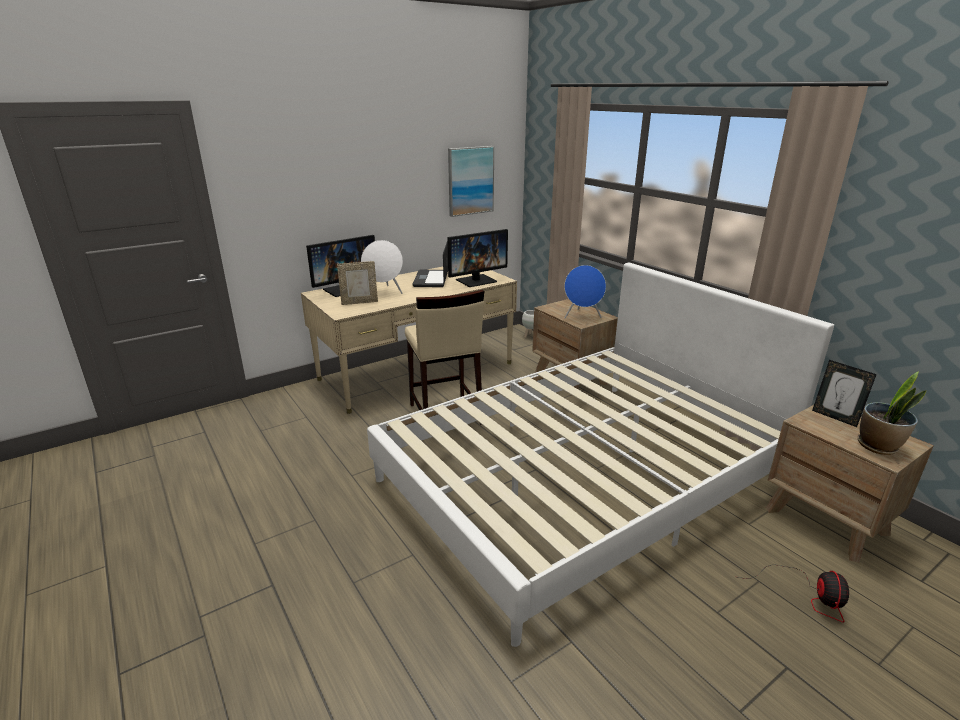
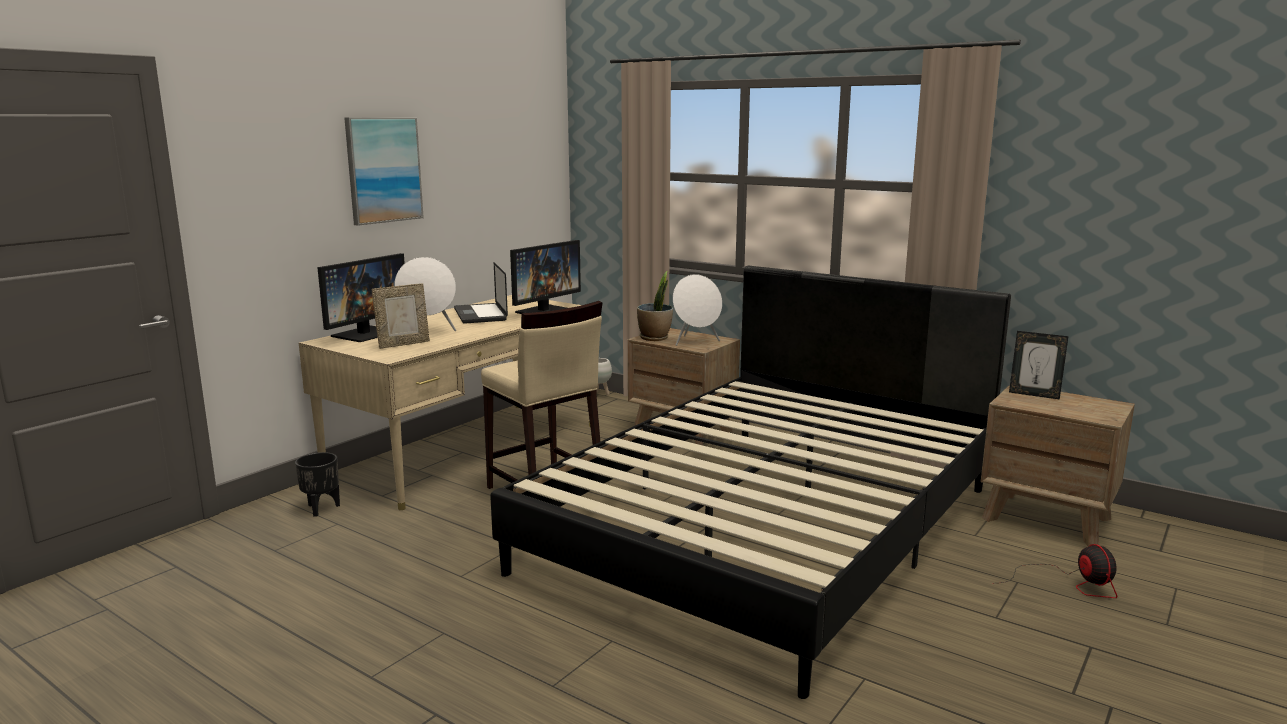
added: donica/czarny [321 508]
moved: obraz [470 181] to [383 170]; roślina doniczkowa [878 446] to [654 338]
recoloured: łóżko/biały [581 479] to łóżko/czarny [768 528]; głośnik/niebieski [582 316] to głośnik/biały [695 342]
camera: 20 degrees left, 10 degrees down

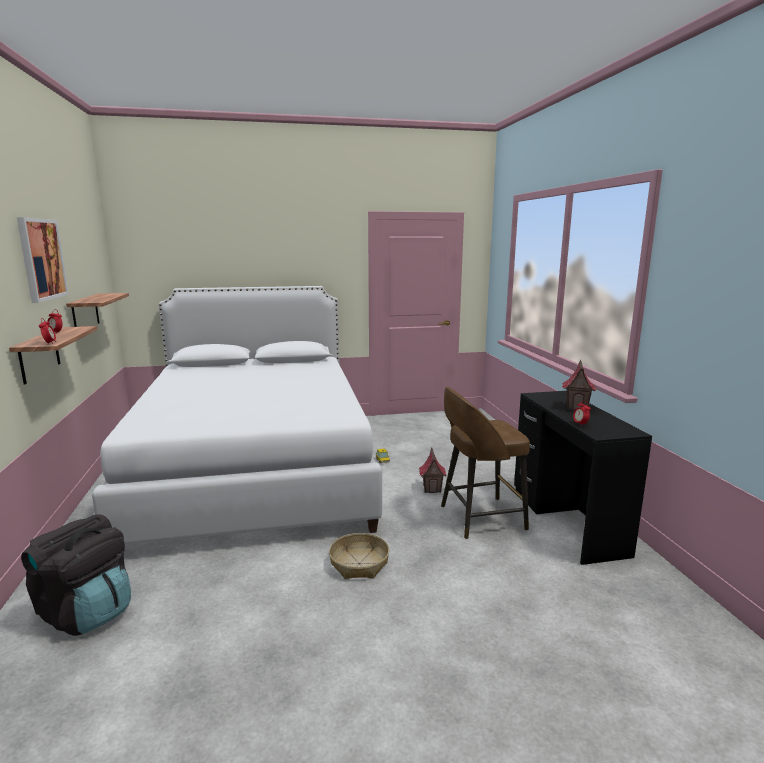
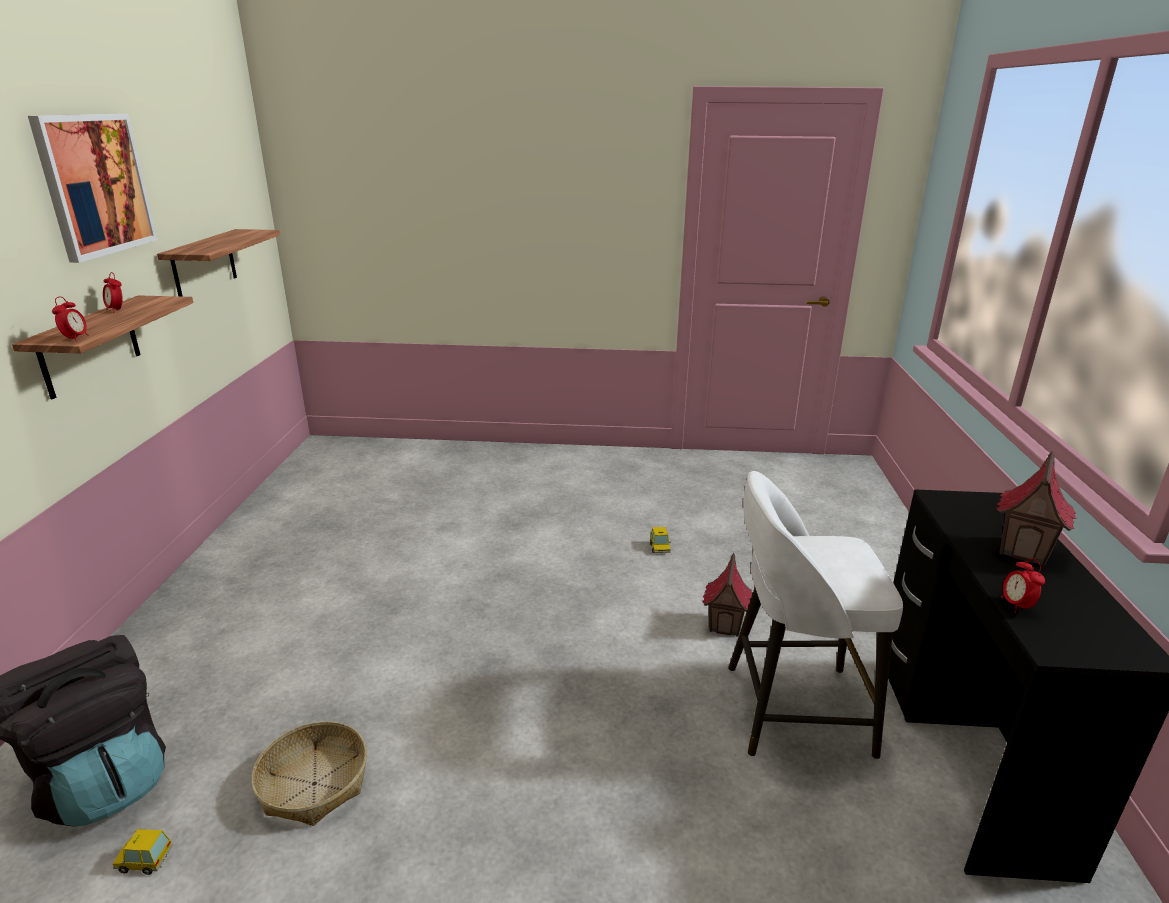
removed: łóżko/biały [255 470]
added: samochodzik [144 860]
moved: koszyk [359 563] to [315 783]
recoloured: stołek/brązowy [479 517] to stołek/biały [792 709]
camera: 15 degrees right, 10 degrees up

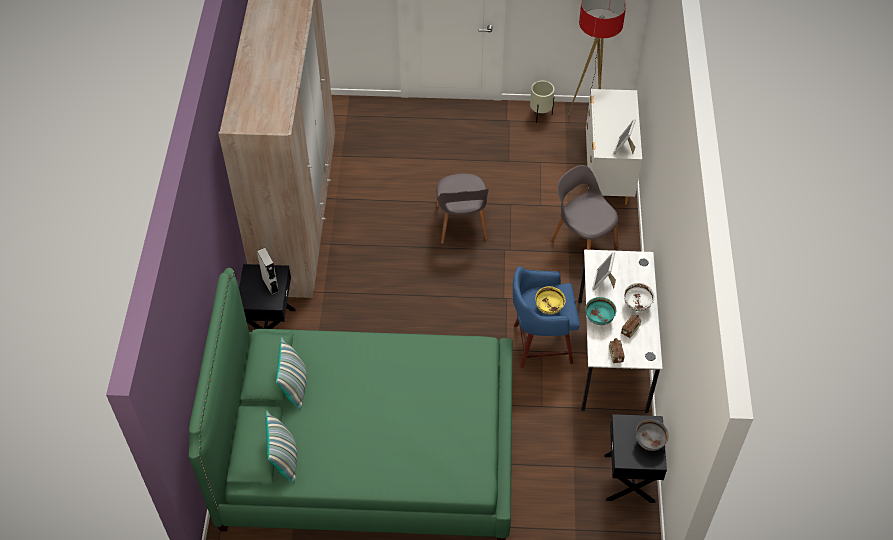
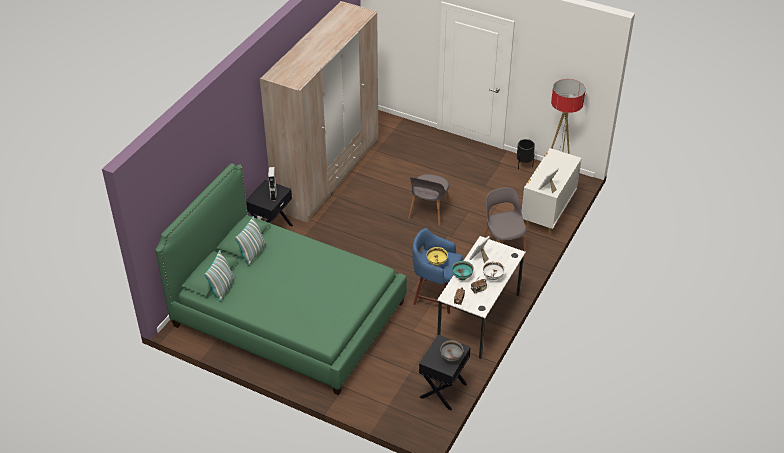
recoloured: donica/beżowy [540 115] to donica/czarny [524 165]
camera: 25 degrees right, 10 degrees down

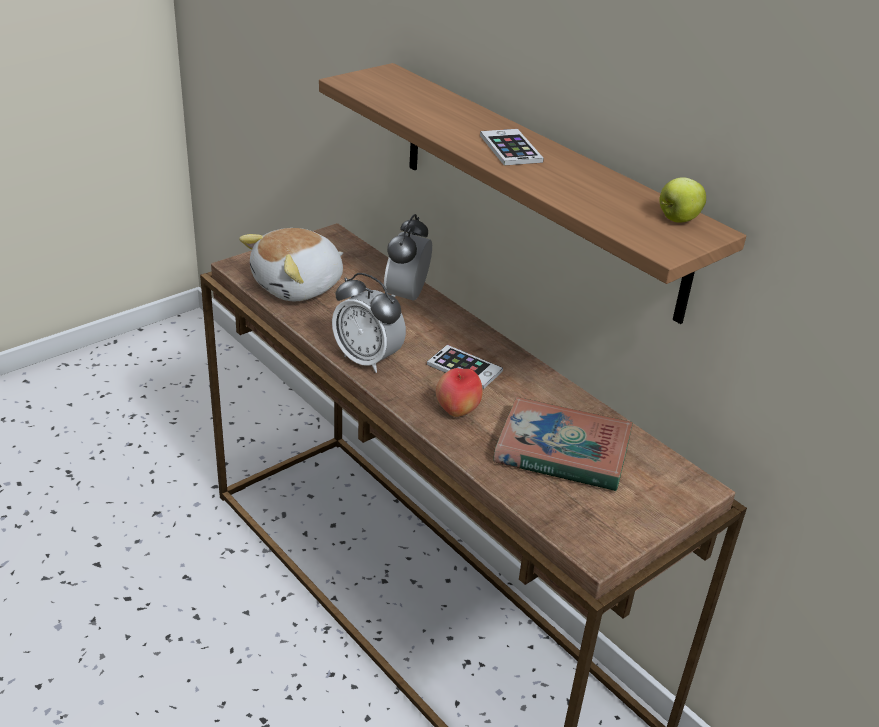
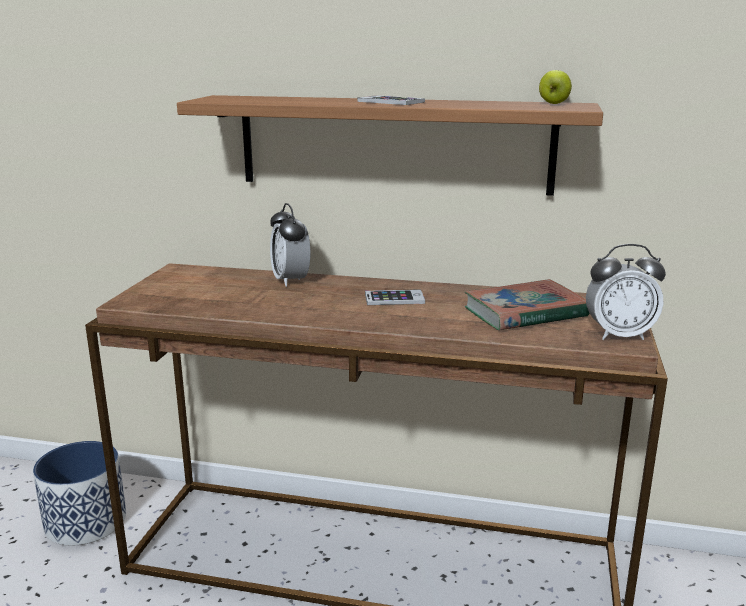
removed: pluszak [299 286]; jabłko [457 411]
added: donica [86 522]
moved: budzik [367 359] to [619 335]
camera: 35 degrees left, 15 degrees down

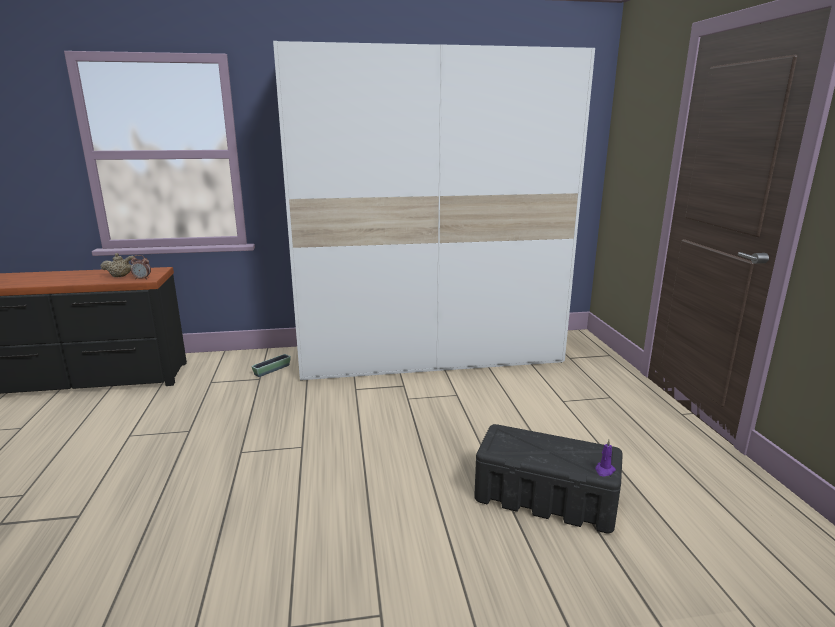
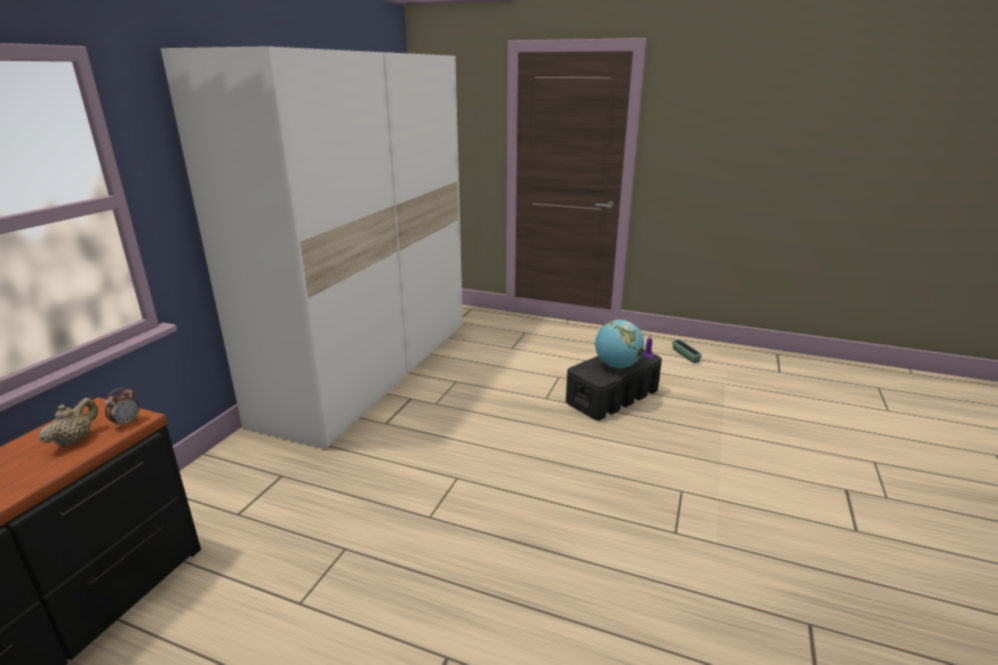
added: globus [617 366]
moved: donica [272 370] to [685 355]
camera: 60 degrees left, 5 degrees up

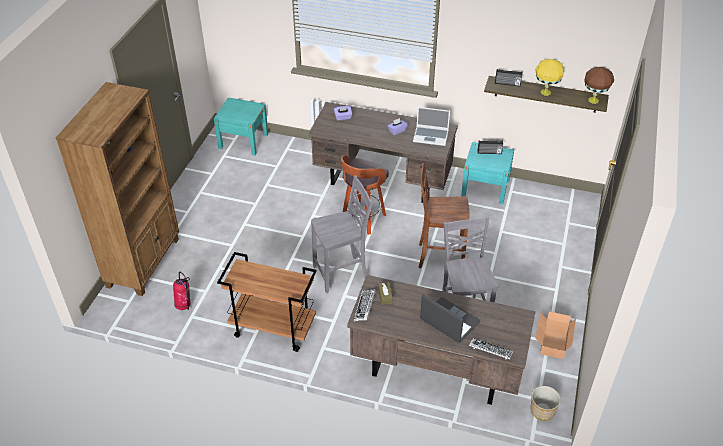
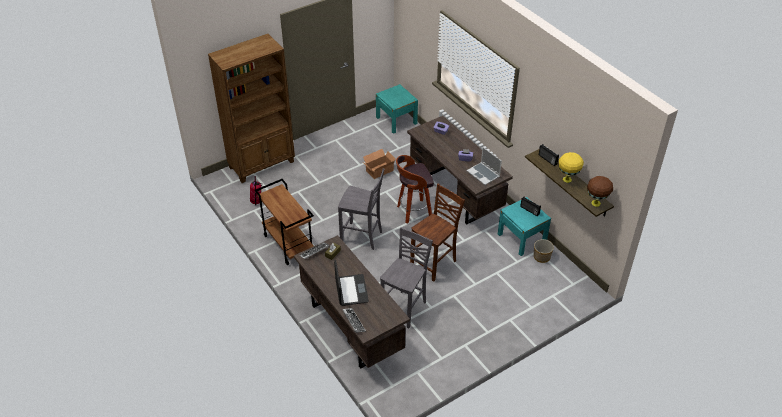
moved: donica [542 410] to [542 257]; karton [552 343] to [378 170]
turned: krzesło/brązowy [439 256] = [435 263] 90 degrees clockwise
camera: 40 degrees right, 0 degrees up

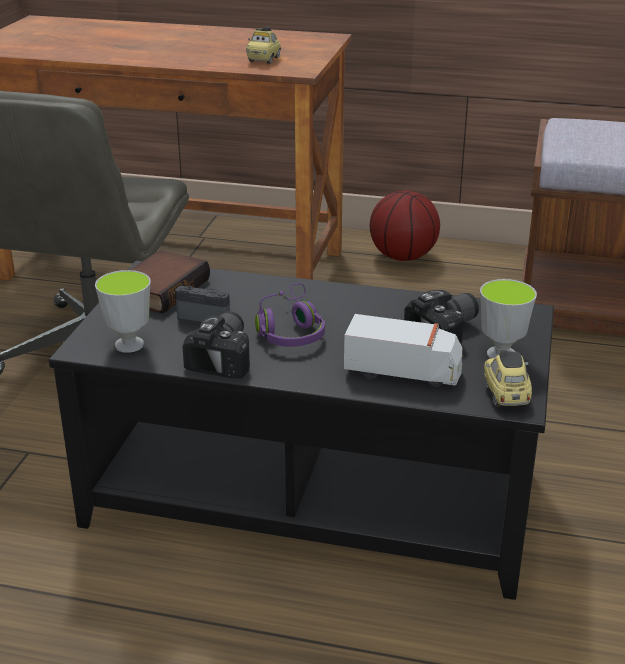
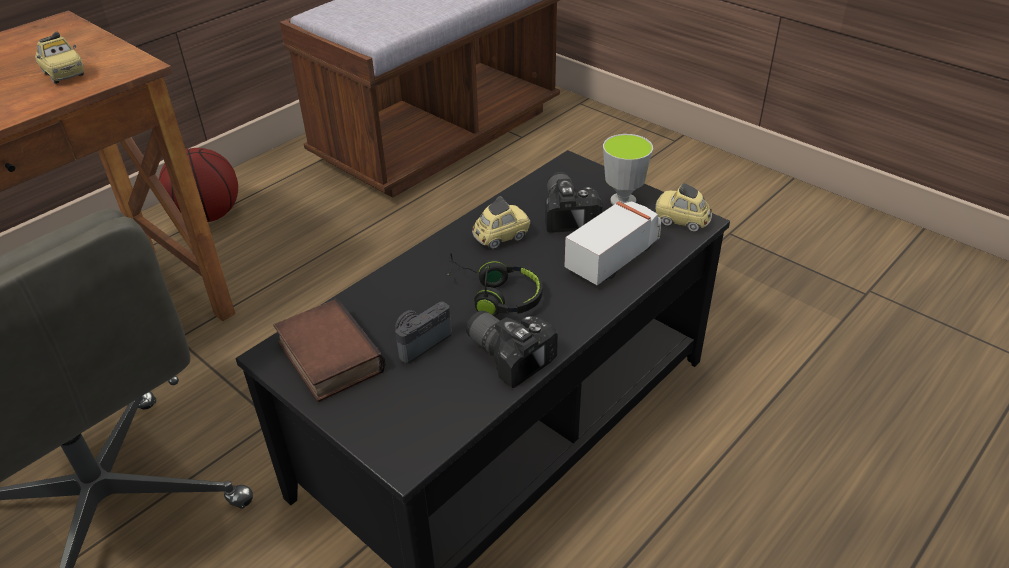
removed: filiżanka [129 345]
added: samochodzik [501 237]
recoloured: słuchawki/fioletowy [290 330] to słuchawki/czarny [494 295]
camera: 60 degrees left, 10 degrees up

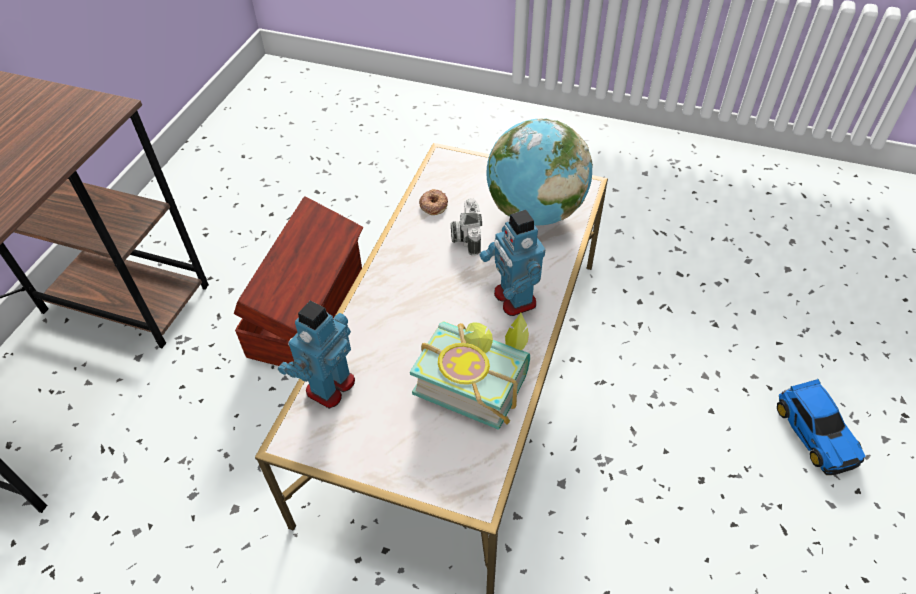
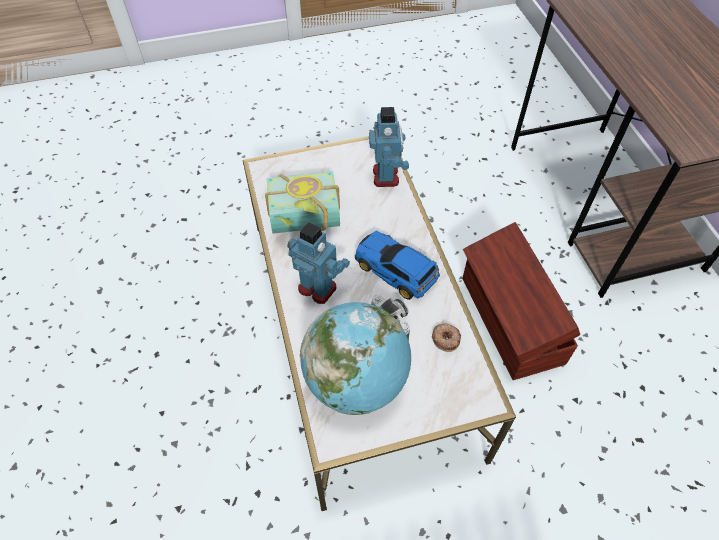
moved: samochodzik [815 431] to [397 271]
camera: 145 degrees right, 5 degrees up

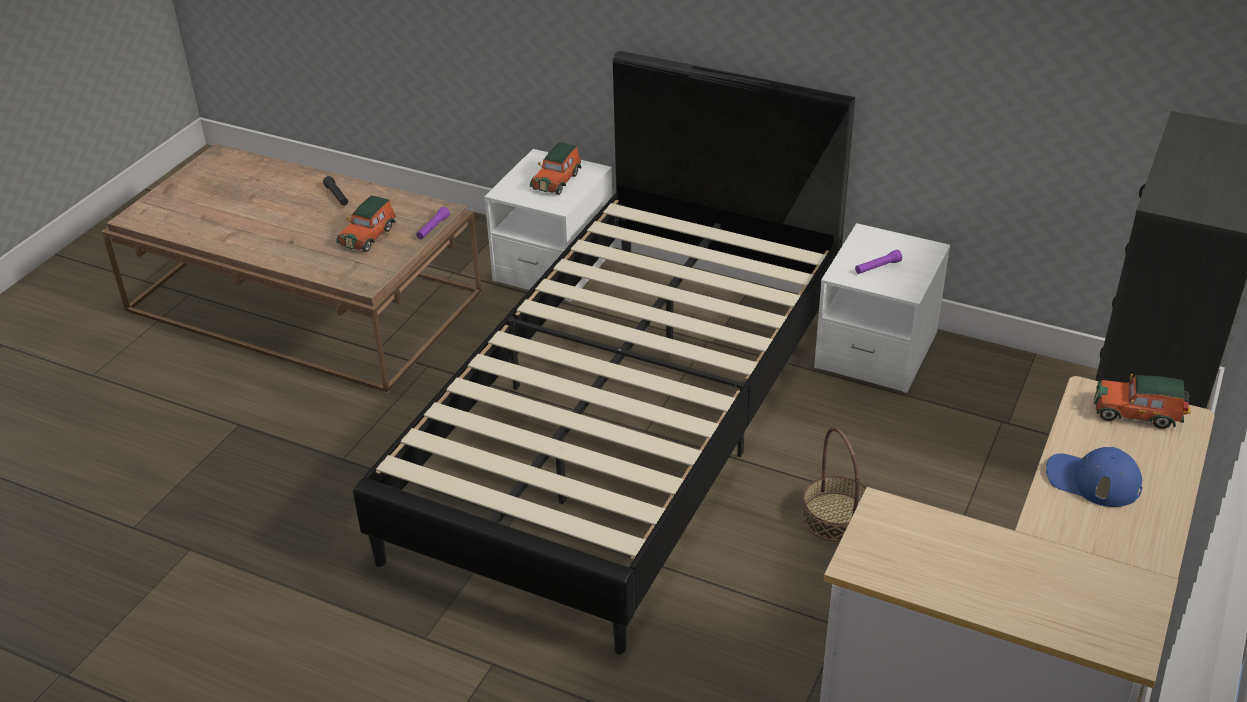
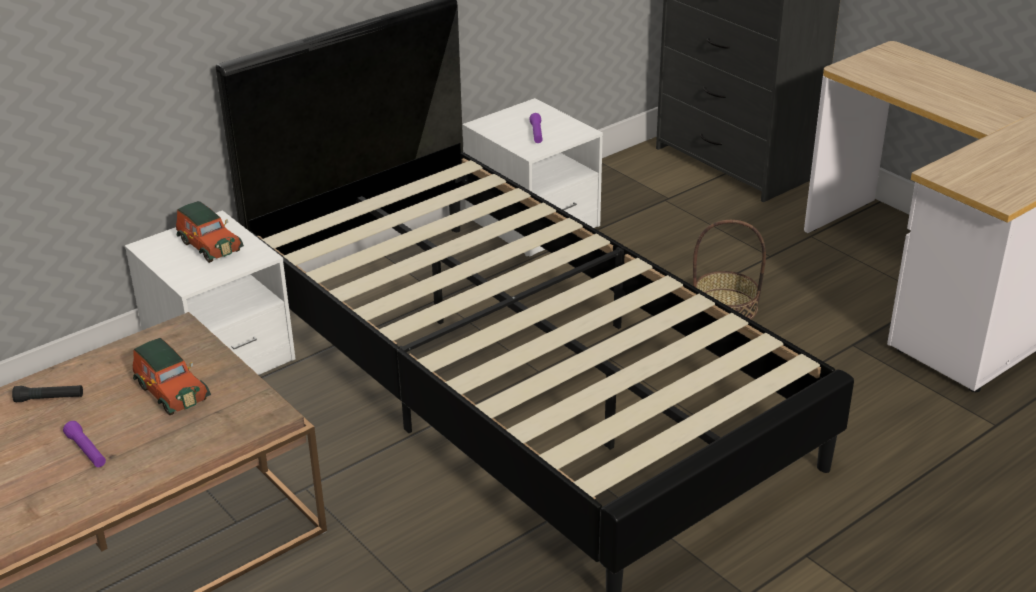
removed: czapka z daszkiem/niebieski [1092 480]; samochodzik [1138 413]
moved: latarka/fioletowy [433 228] to [86 451]
camera: 65 degrees left, 5 degrees down

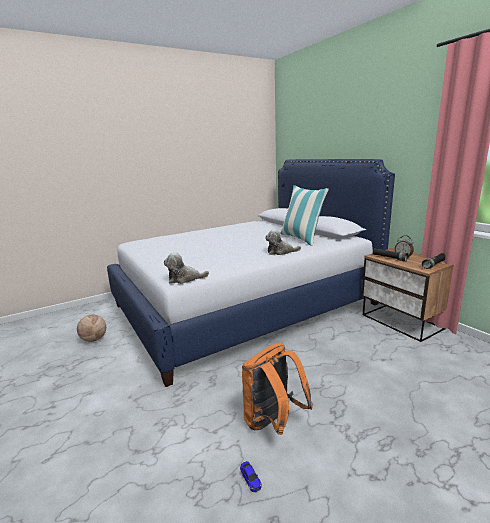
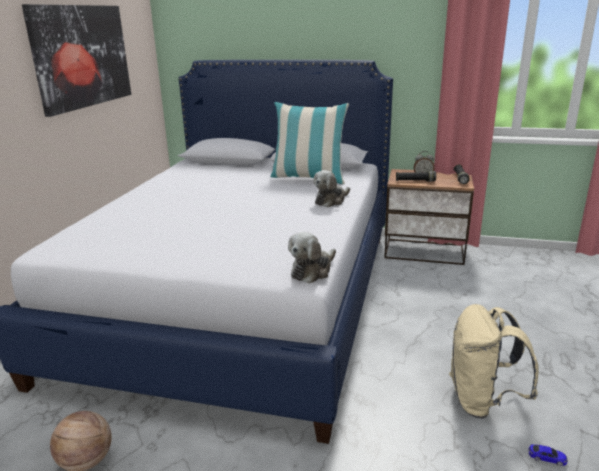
added: obraz [82 56]
recoloured: plecak/pomarańczowy [272 422] to plecak/beżowy [482 401]
camera: 45 degrees left, 5 degrees up

